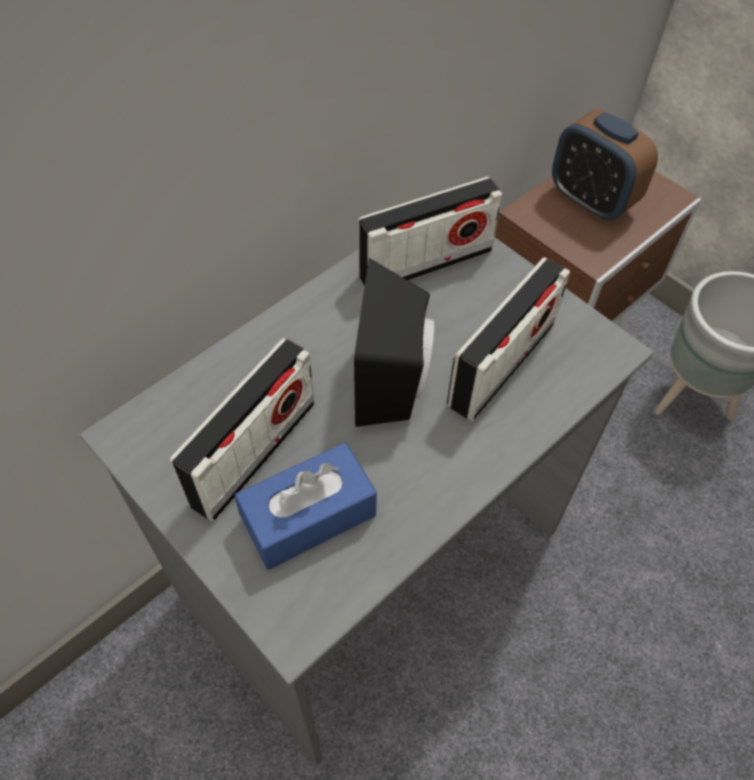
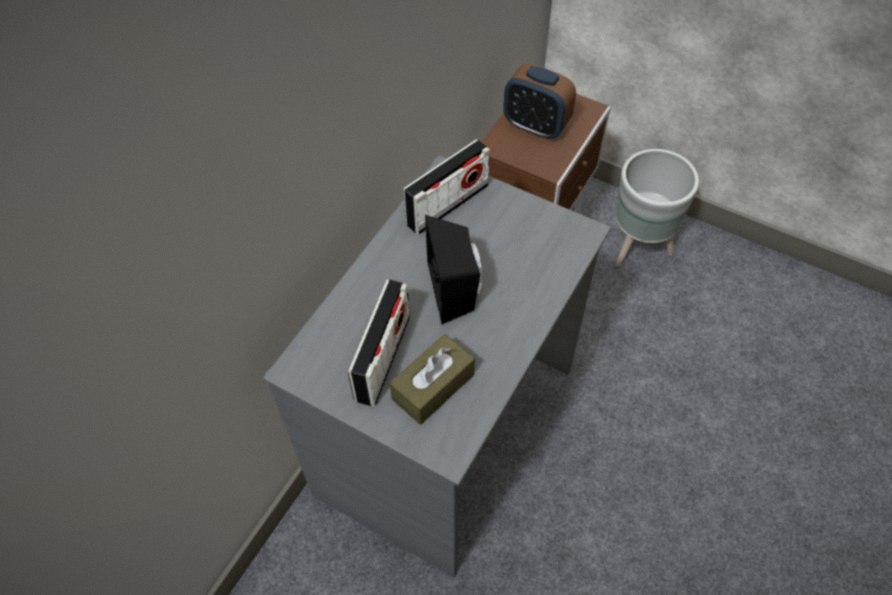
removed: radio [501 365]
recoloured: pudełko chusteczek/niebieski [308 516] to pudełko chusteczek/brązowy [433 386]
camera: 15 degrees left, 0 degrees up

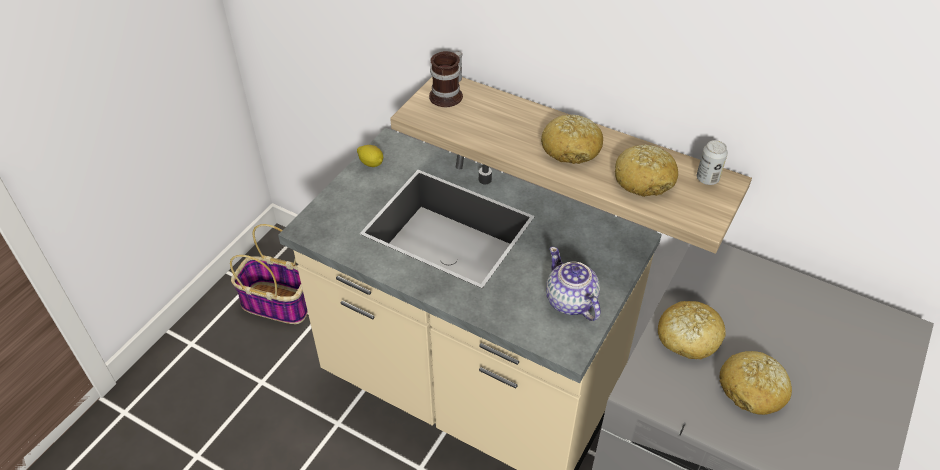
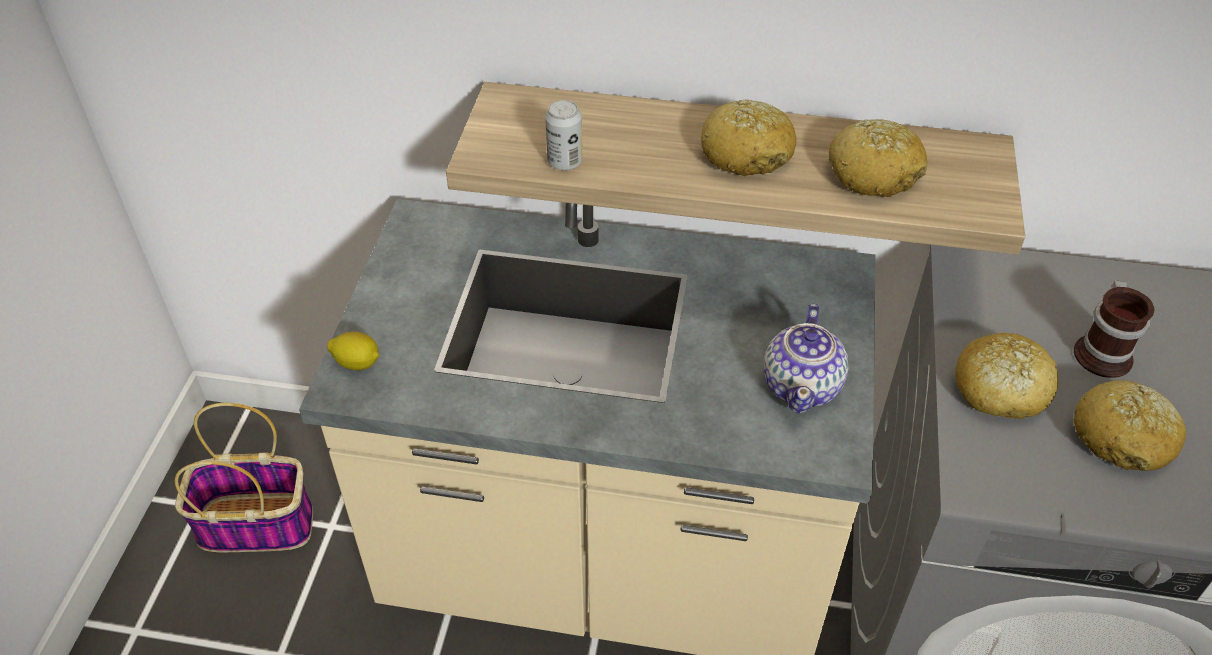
moved: cytryna [371 163] to [357 363]; kubek [449 95] to [1105 352]; puszka [707 179] to [565 162]
turned: imbryk [570 301] = [802 385] 120 degrees counterclockwise
camera: 20 degrees left, 0 degrees up

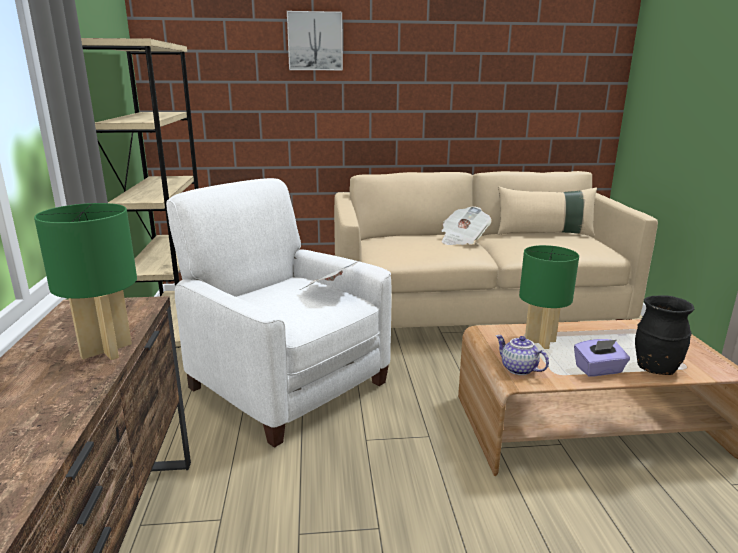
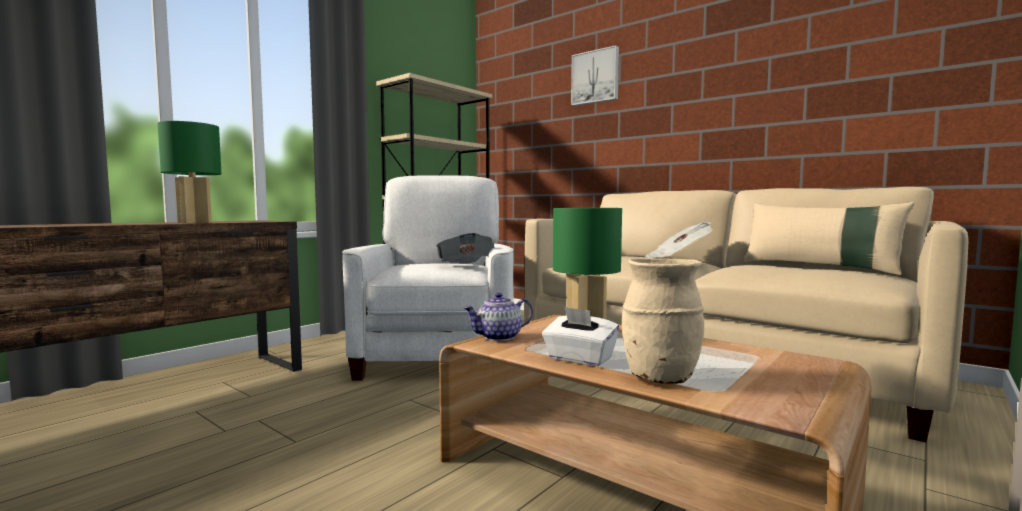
recoloured: pudełko chusteczek/fioletowy [599 370] to pudełko chusteczek/biały [579 359]; wazon/czarny [655 368] to wazon/beżowy [659 377]
turned: imbryk [518 369] = [499 337] 120 degrees counterclockwise
camera: 45 degrees right, 15 degrees down

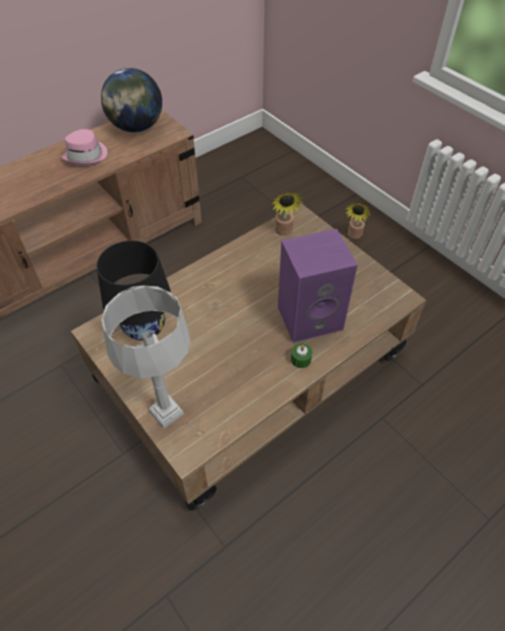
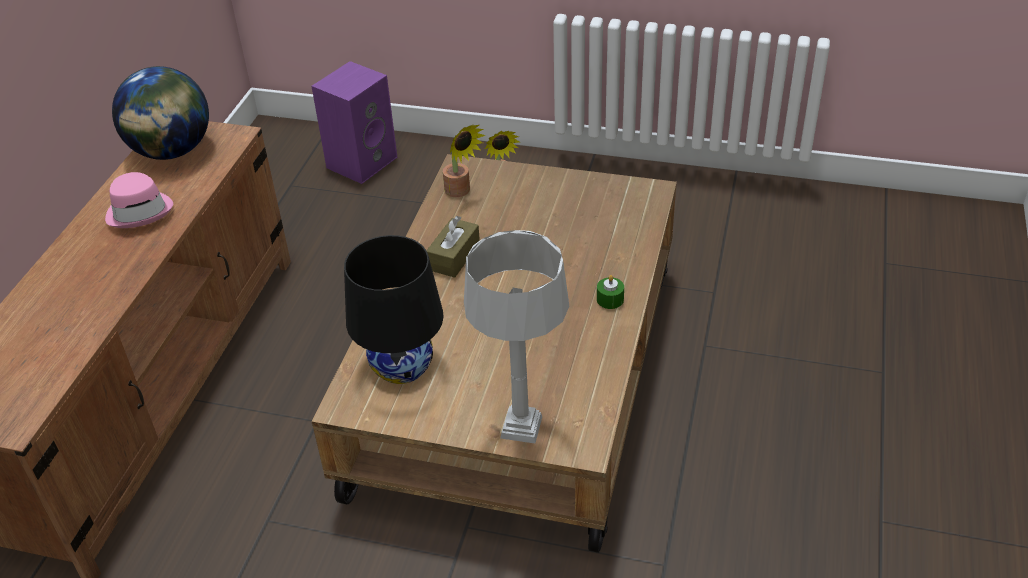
added: pudełko chusteczek/brązowy [454 256]
moved: głośnik/fioletowy [311 316] to [362 161]
camera: 35 degrees left, 10 degrees down

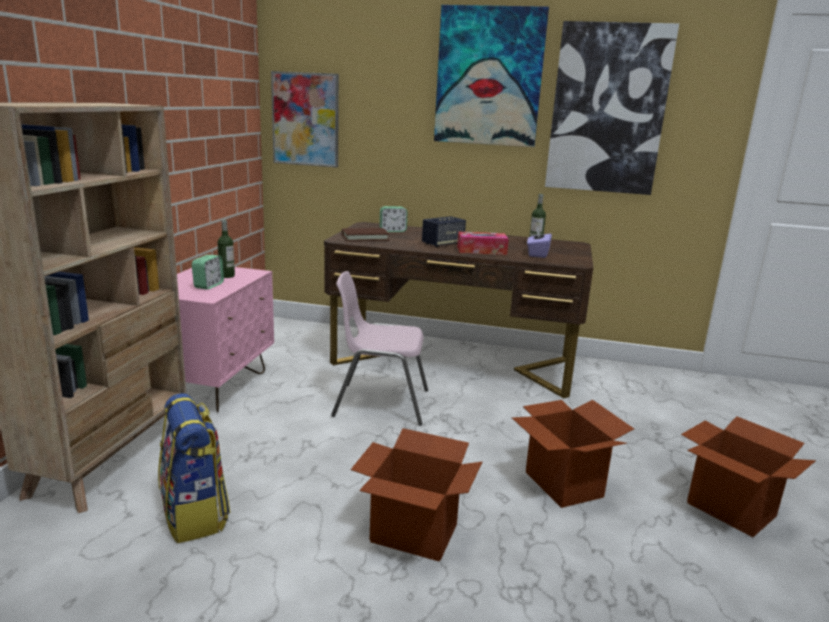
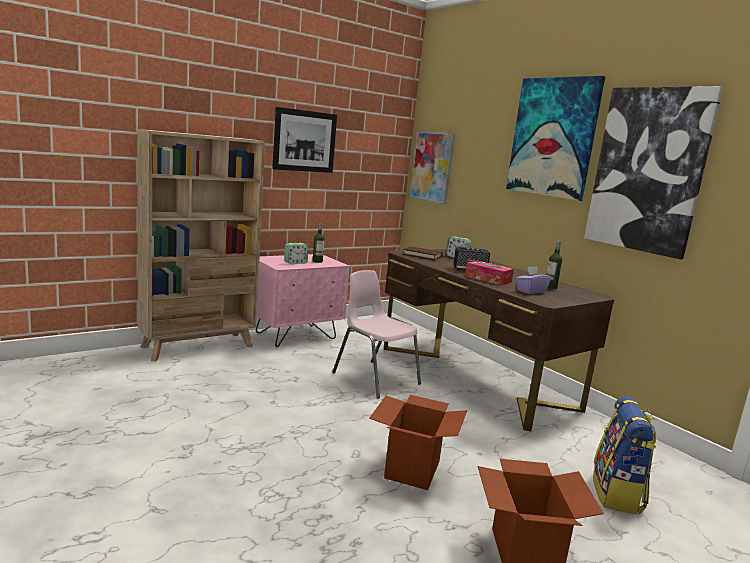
removed: karton [413 533]
added: obraz [304 141]
moved: plecak [195 514] to [617 494]
camera: 40 degrees right, 5 degrees down

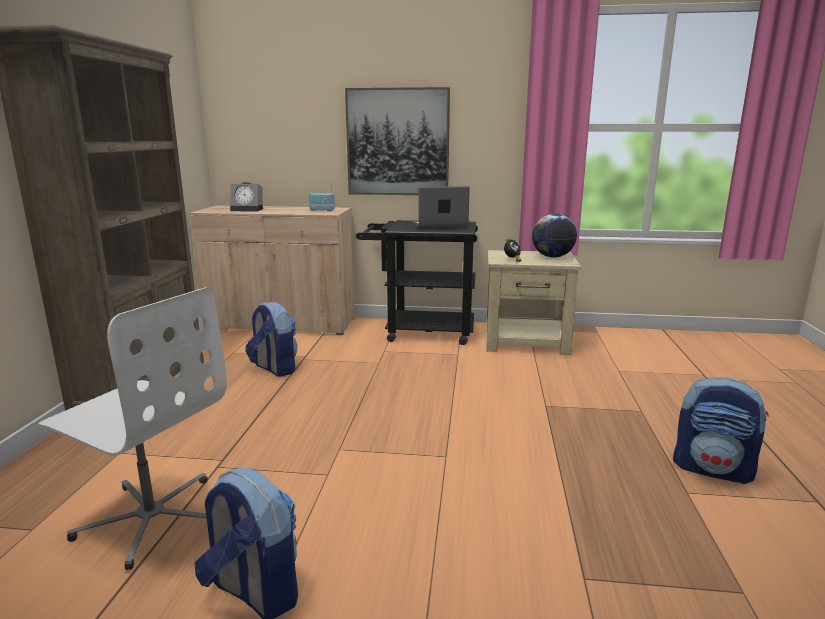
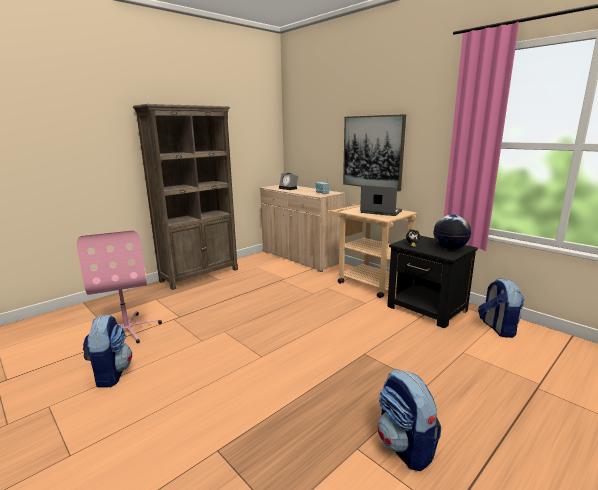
moved: plecak [274 368] to [497 328]
recoloured: krzesło biurowe/biały [152 518] to krzesło biurowe/różowy [127 330]; wózek/czarny [420 331] to wózek/beżowy [367 282]; szafka nocna/beżowy [527 342] to szafka nocna/czarny [427 309]
camera: 40 degrees right, 0 degrees up

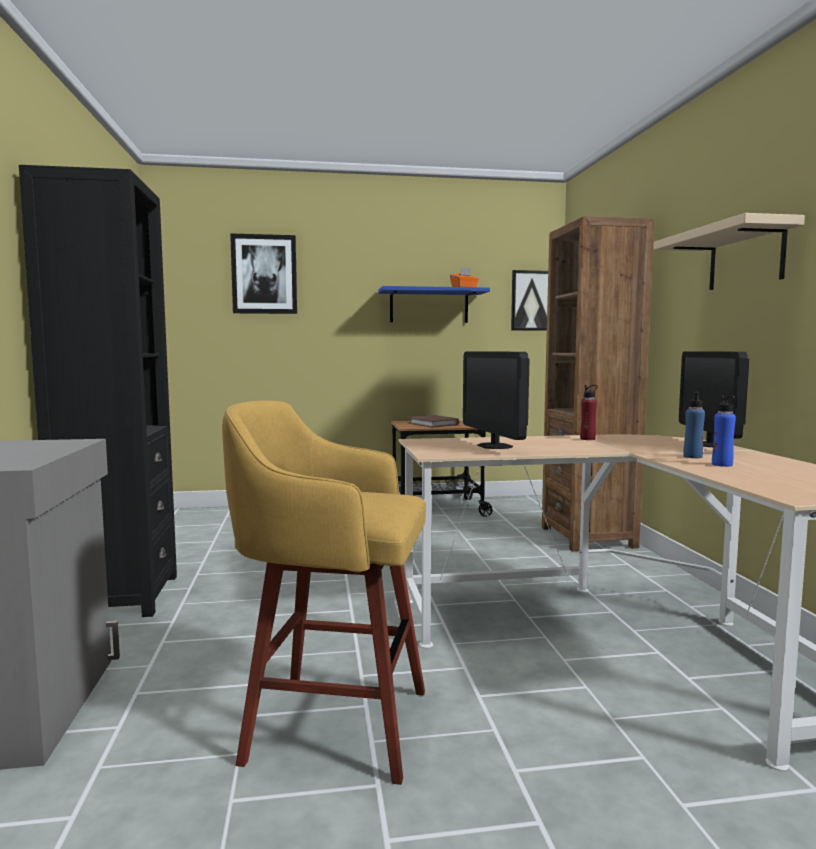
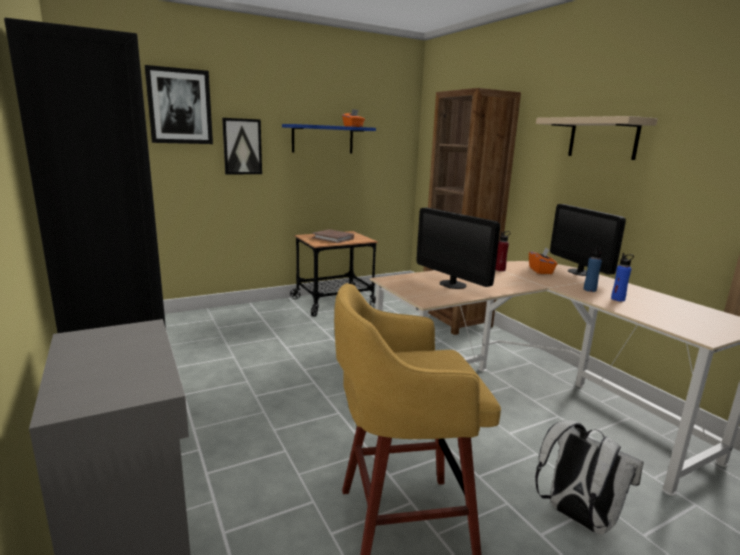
added: pudełko chusteczek/pomarańczowy [541 271]; plecak/biały [576 517]
moved: obraz [531 300] to [242 146]
camera: 20 degrees left, 10 degrees up

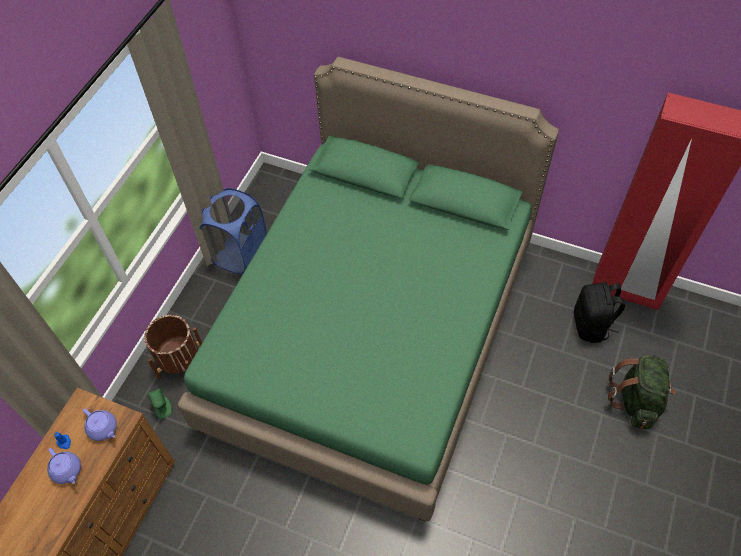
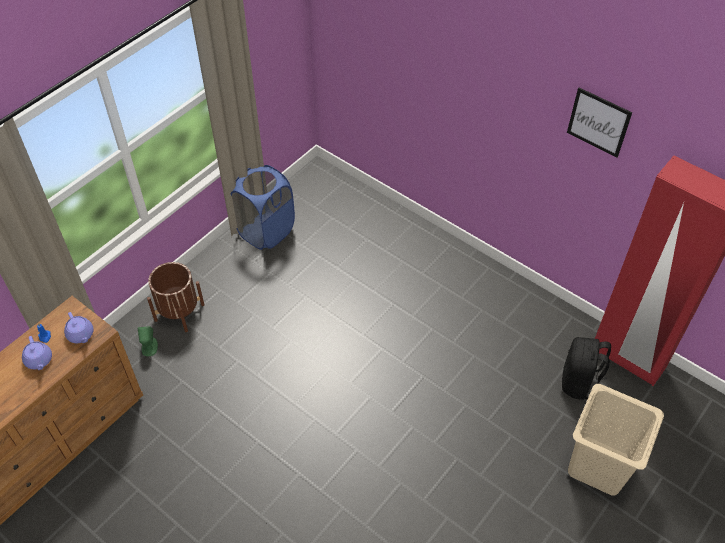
removed: łóżko/zielony [372 333]
added: obraz [598 122]
replaced: plecak/zielony [636 400] to kosz na pranie/beżowy [598 464]
camera: 15 degrees right, 5 degrees down

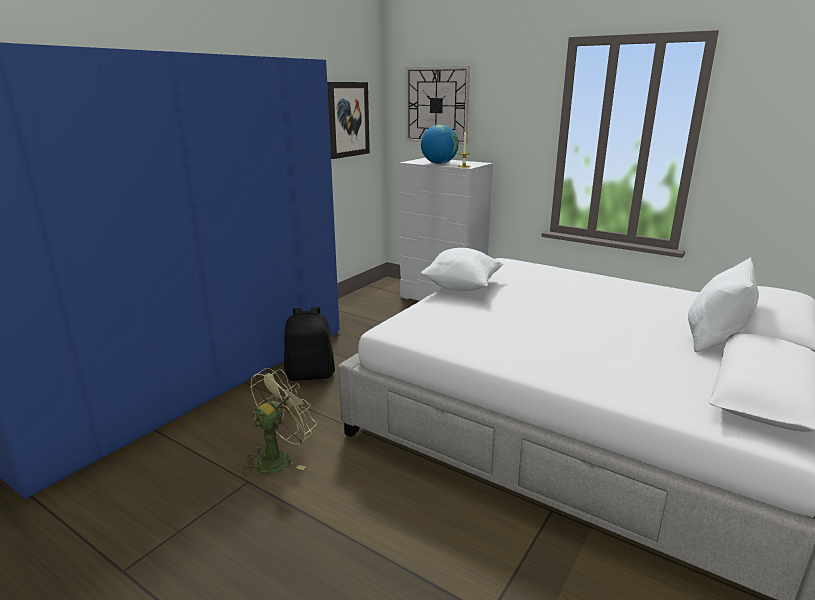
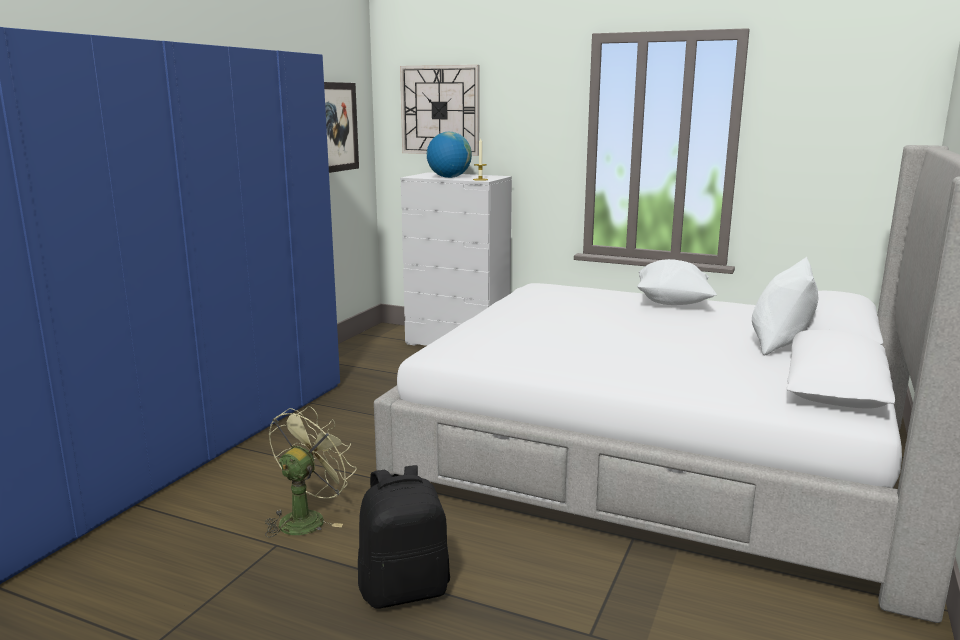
moved: plecak/czarny [310 374] to [404 589]; poduszka/biały [462 287] to [672 303]
camera: 10 degrees left, 5 degrees down

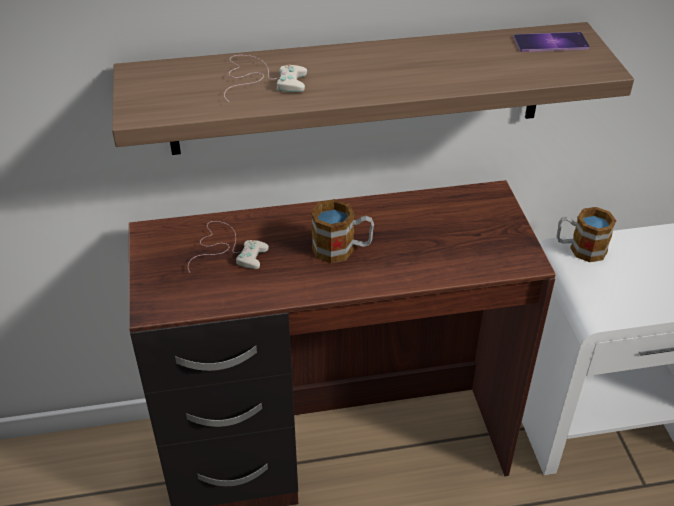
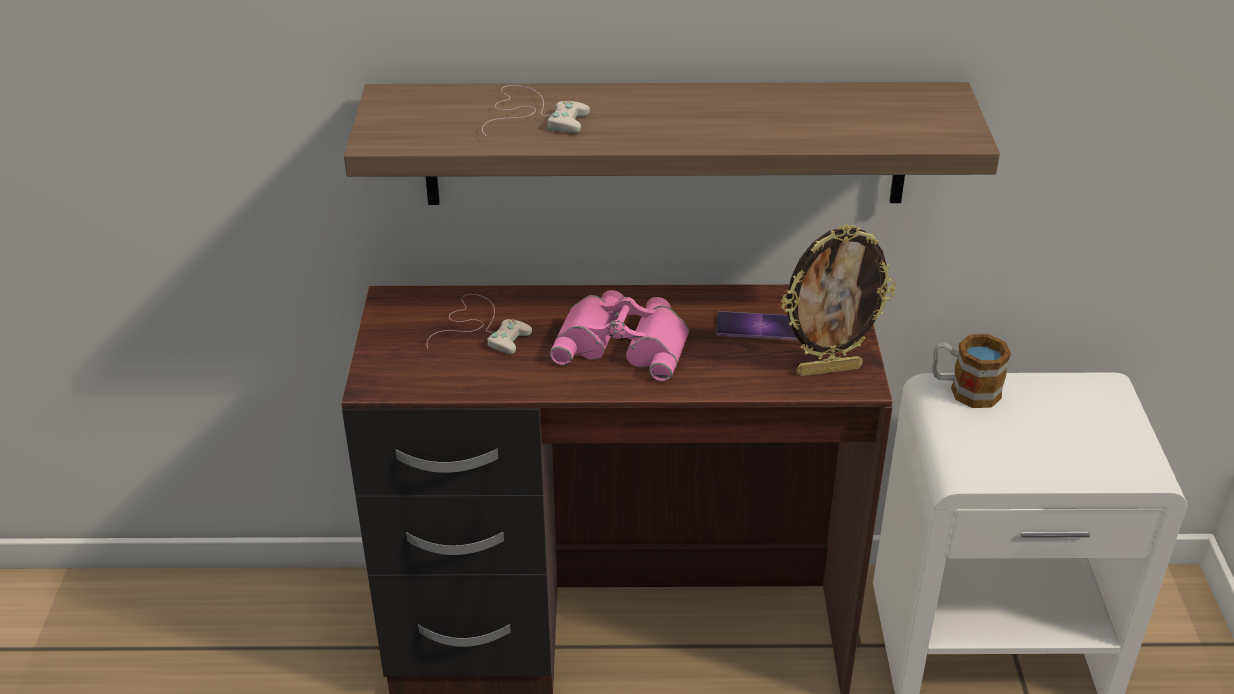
added: ramka na zdjęcie [828 369]
moved: telefon [551 43] to [758 326]
replaced: kubek [342 249] to lornetka/różowy [624 343]
camera: 10 degrees right, 5 degrees down

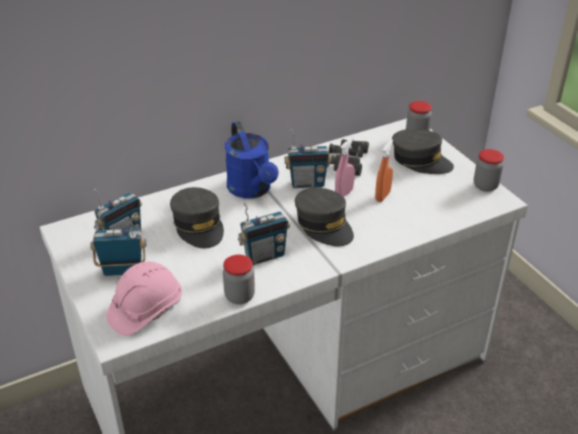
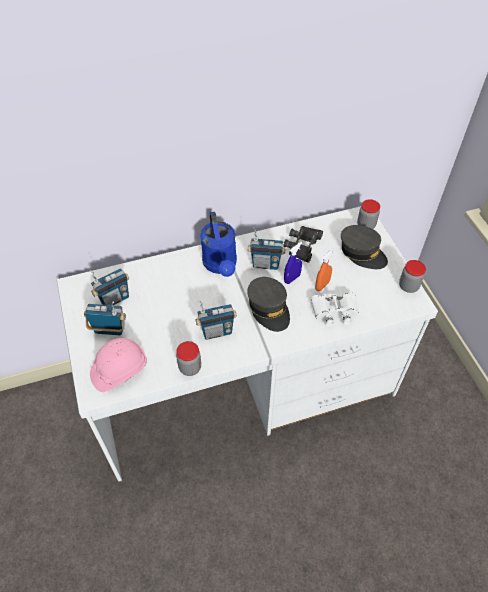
removed: czapka z daszkiem/szary [199 226]
added: lornetka/biały [334 311]
recoloured: spryskiwacz/różowy [344 193] to spryskiwacz/niebieski [292 278]
camera: 10 degrees right, 15 degrees up

